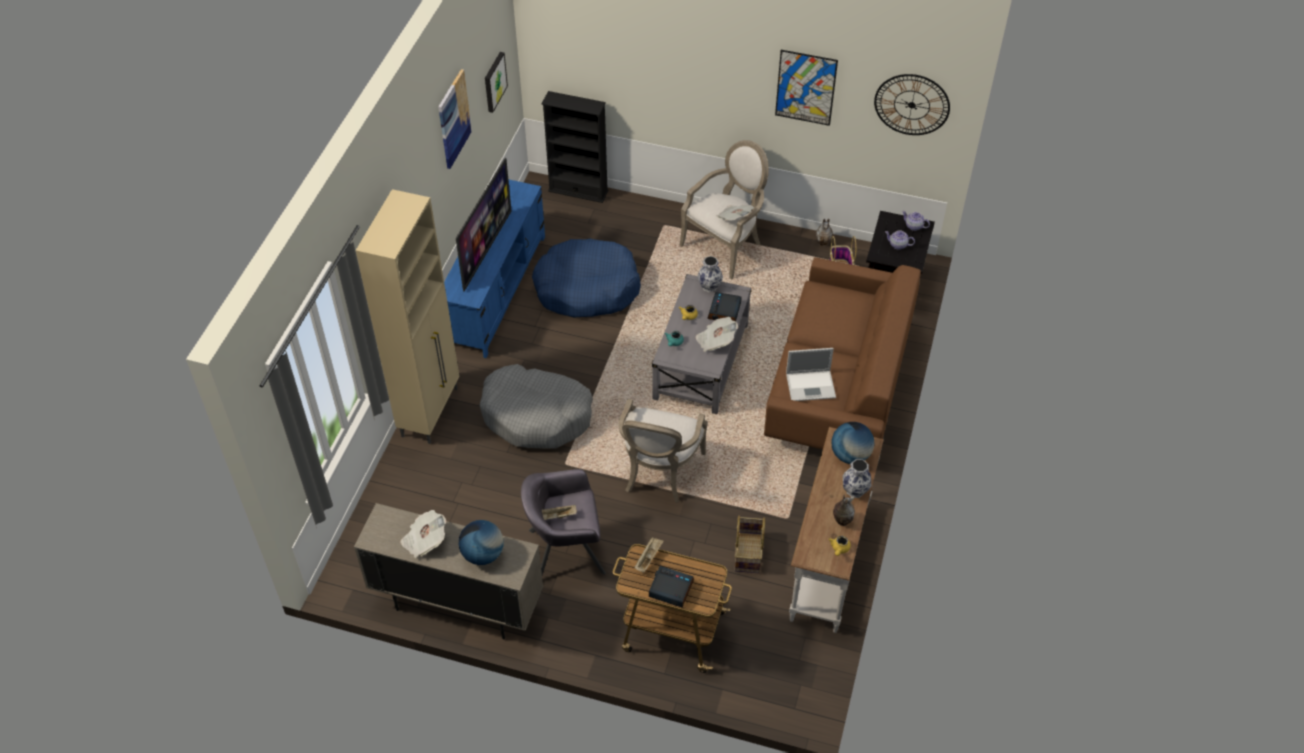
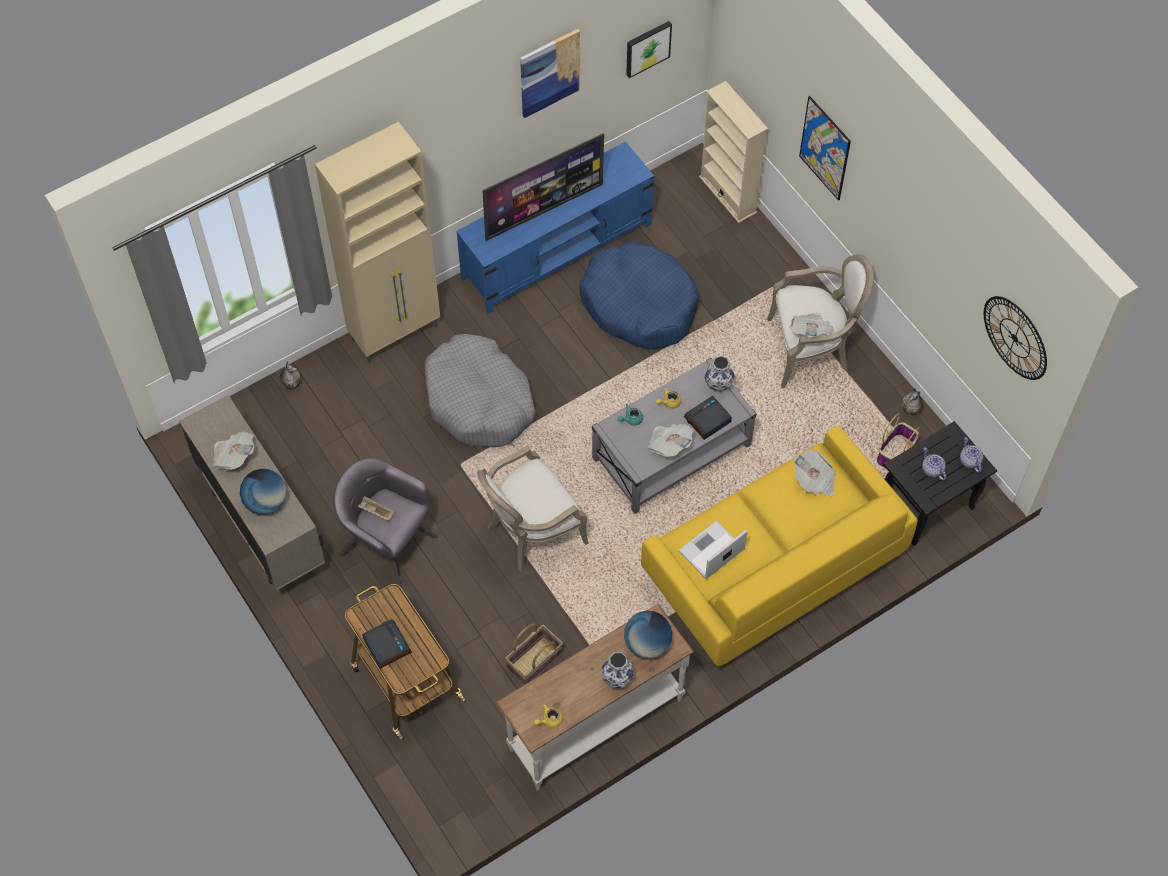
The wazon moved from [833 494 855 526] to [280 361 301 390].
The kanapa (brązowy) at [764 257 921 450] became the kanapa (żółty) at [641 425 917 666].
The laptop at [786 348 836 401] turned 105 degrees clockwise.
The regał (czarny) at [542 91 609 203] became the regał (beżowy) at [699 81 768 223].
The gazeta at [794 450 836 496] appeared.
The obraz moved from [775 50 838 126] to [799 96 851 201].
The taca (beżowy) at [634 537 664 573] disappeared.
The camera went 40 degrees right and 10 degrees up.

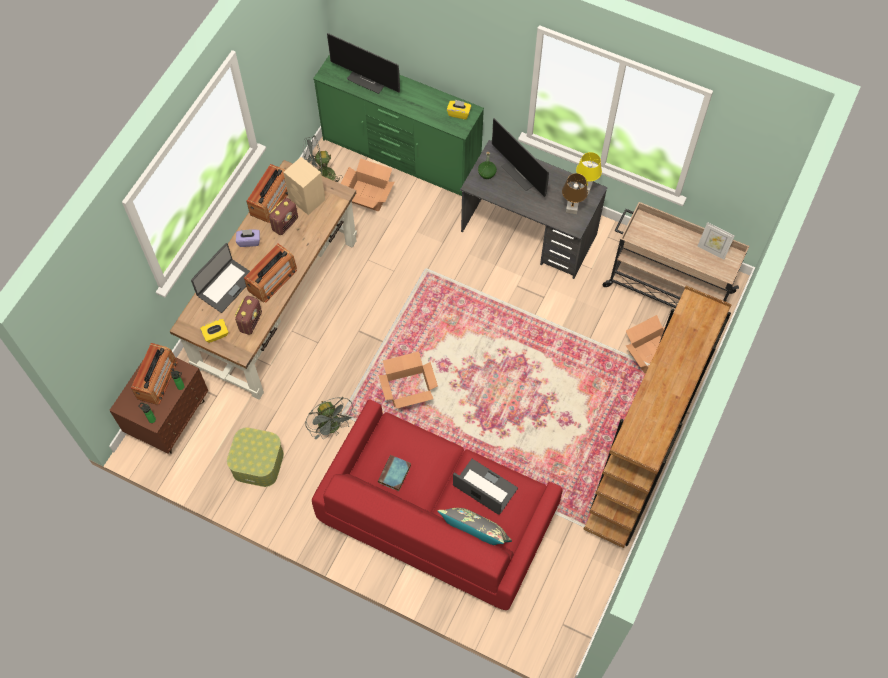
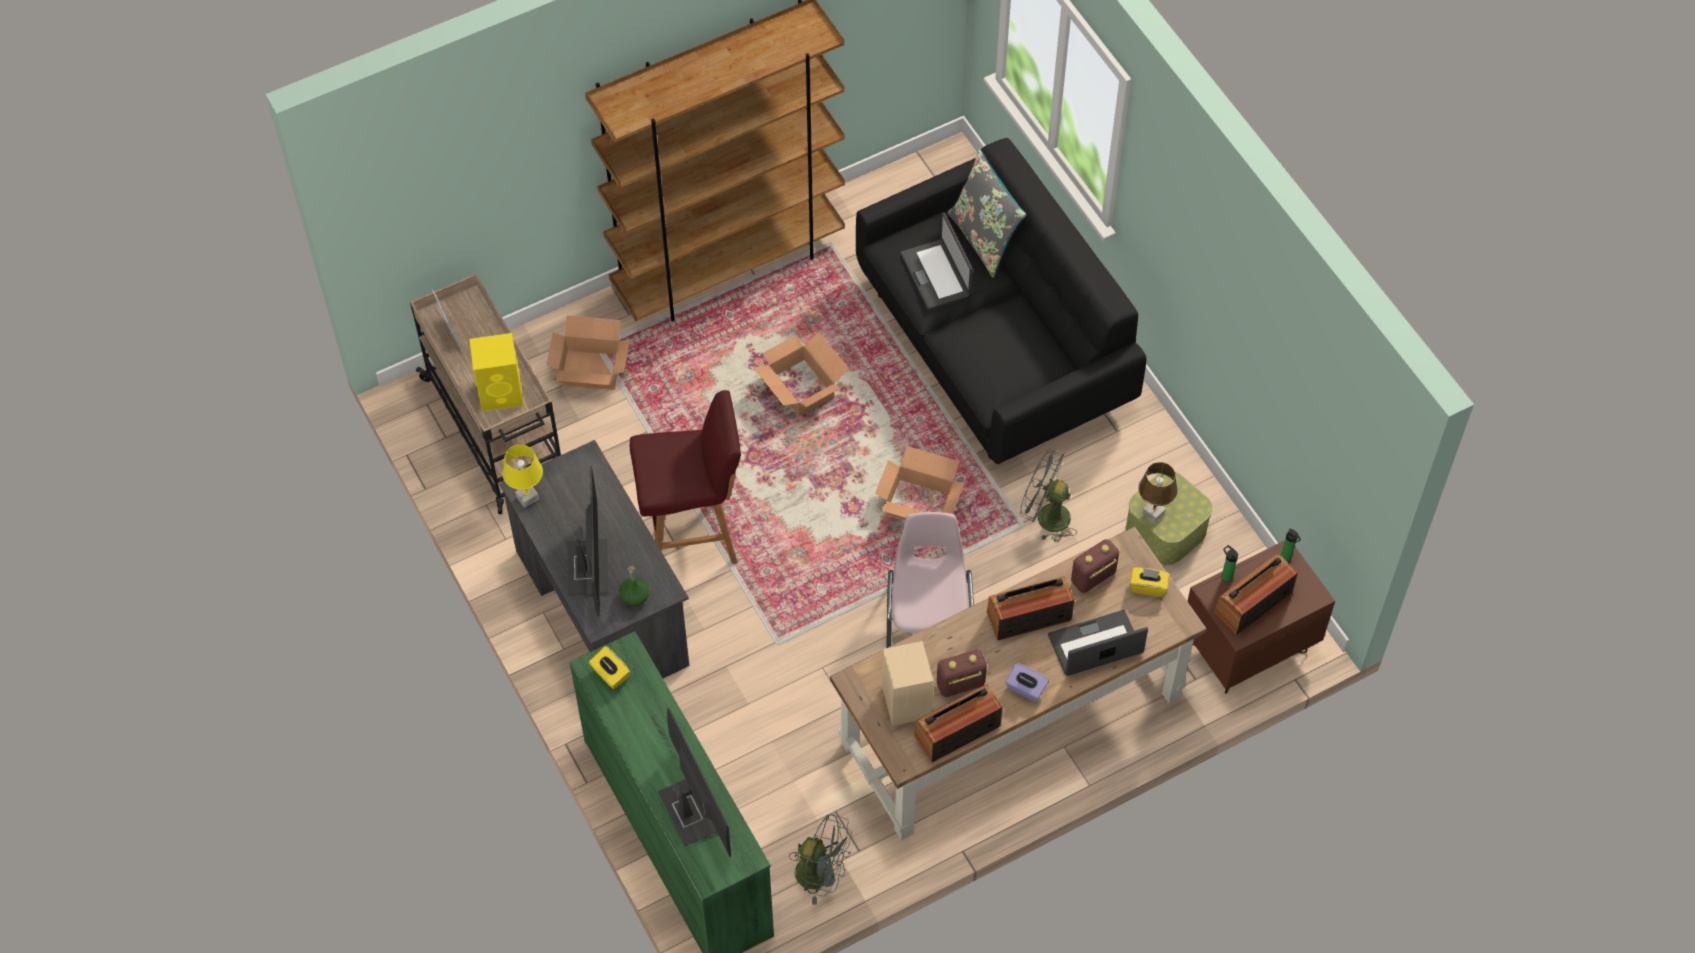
The głośnik (żółty) at [469 333 524 411] appeared.
The stołek (czerwony) at [630 390 741 564] appeared.
The karton moved from [341 158 395 212] to [753 332 849 417].
The kanapa (czerwony) at [312 399 562 610] became the kanapa (czarny) at [856 138 1146 464].
The krzesło (różowy) at [887 512 974 648] appeared.
The wentylator (szary) at [305 397 356 440] turned 75 degrees counterclockwise.
The lampa stołowa (brązowy) moved from [562 173 588 214] to [1139 462 1178 523].
The książka at [378 455 411 491] disappeared.
The camera went 145 degrees left and 5 degrees down.

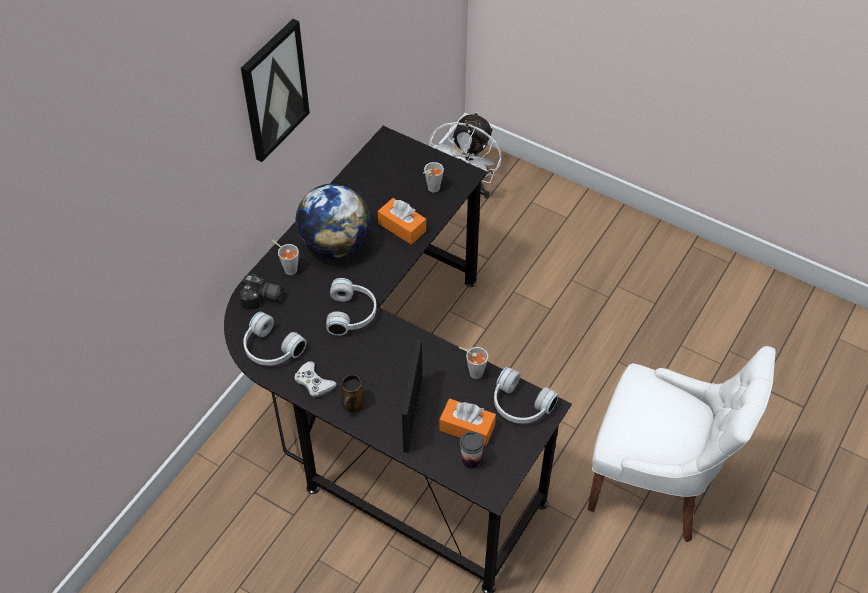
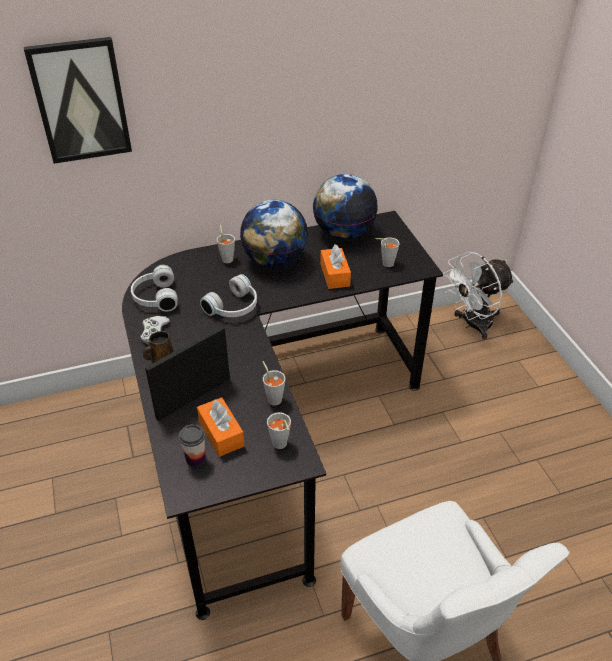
The obraz moved from [241 19 310 162] to [24 37 132 164].
The słuchawki (biały) at [494 367 559 424] was replaced by the filiżanka (szary) at [267 412 291 449].
The globus at [313 174 378 240] appeared.
The aparat fotograficzny at [239 274 284 310] disappeared.
The camera went 40 degrees right and 10 degrees down.

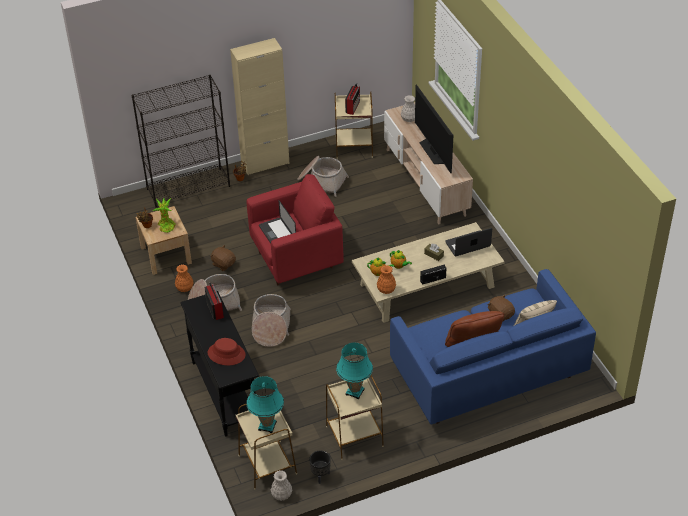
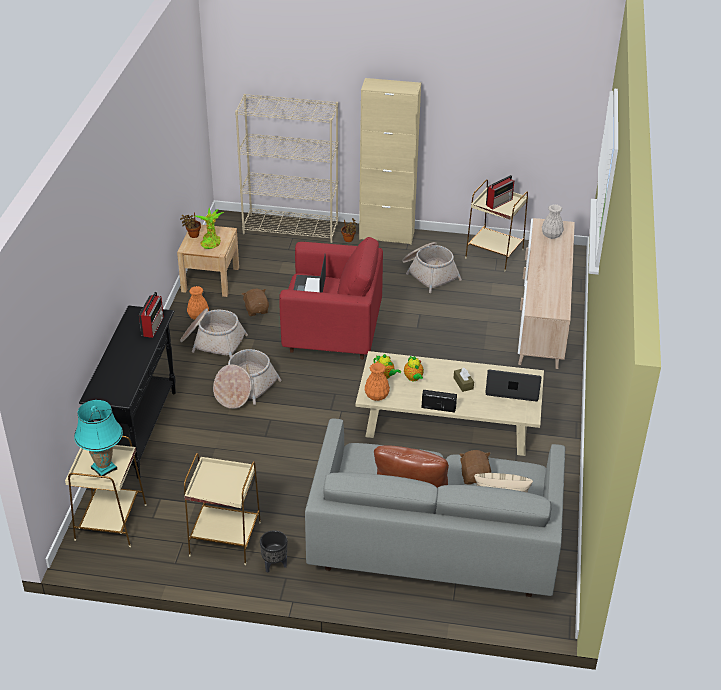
The regał (czarny) at [131 75 230 207] became the regał (beżowy) at [235 94 338 243].
The donica (czarny) moved from [309 451 331 484] to [260 530 287 573].
The kanapa (niebieski) at [390 269 596 424] became the kanapa (szary) at [305 418 565 597].
The kapelusz (czerwony) at [208 338 246 365] disappeared.
The wazon (biały) at [271 470 292 501] disappeared.
The lampa stołowa (turkusowy) at [336 343 373 399] disappeared.
The telewizor at [415 84 453 173] disappeared.
The camera went 30 degrees right and 5 degrees down.

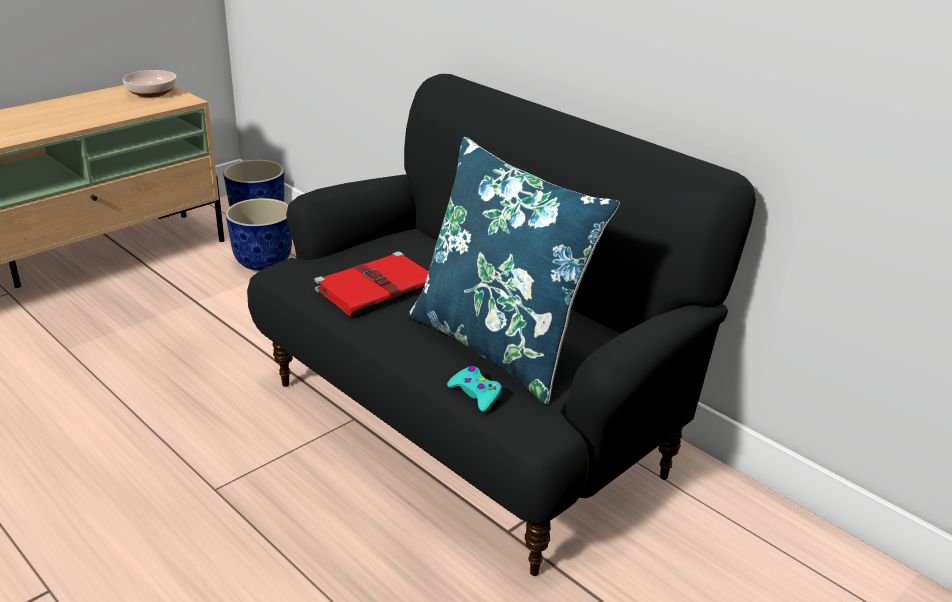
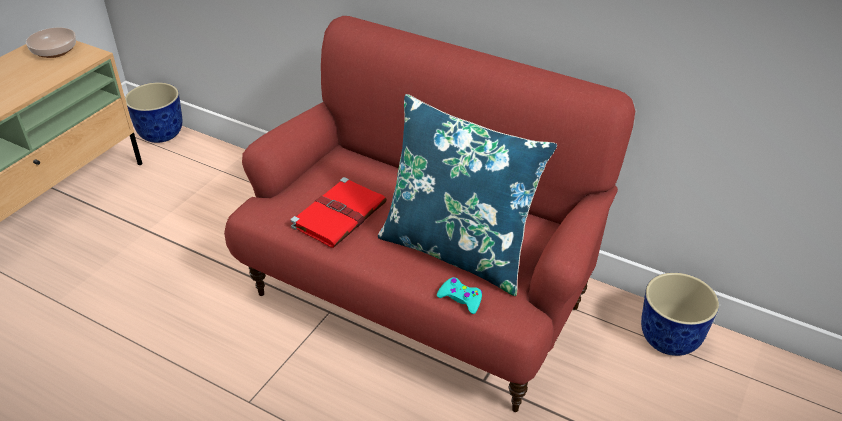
The kanapa (czarny) at [247 74 756 576] became the kanapa (czerwony) at [224 16 635 412].
The donica moved from [225 198 292 271] to [641 273 719 356].
The camera went 15 degrees left and 10 degrees up.

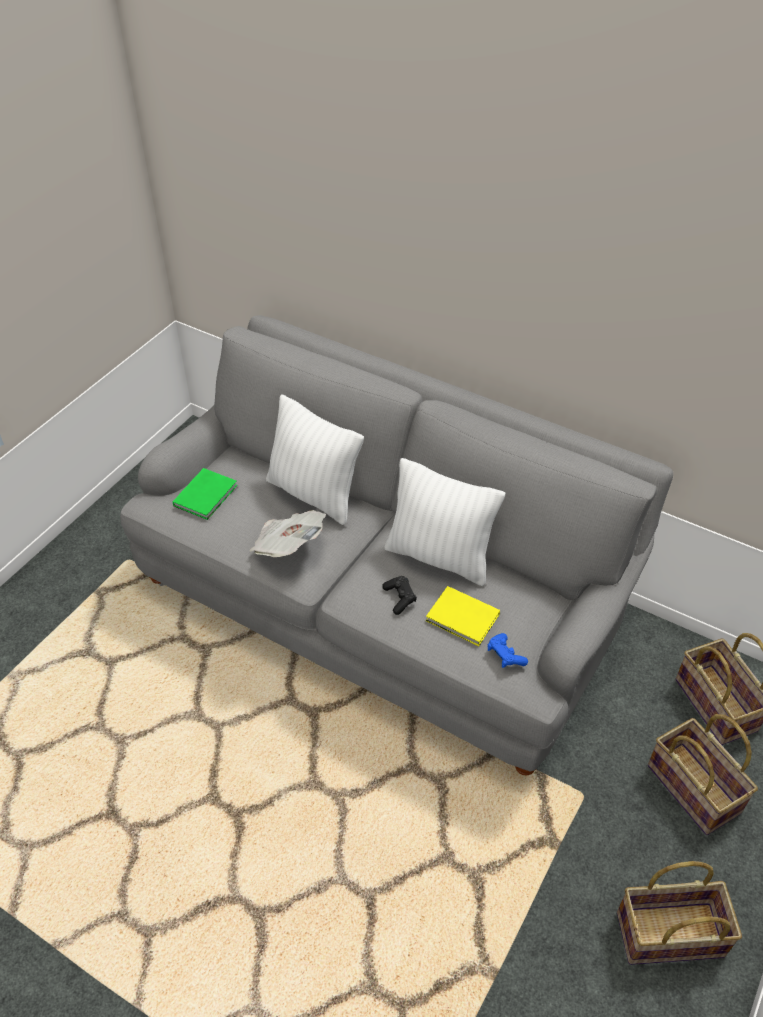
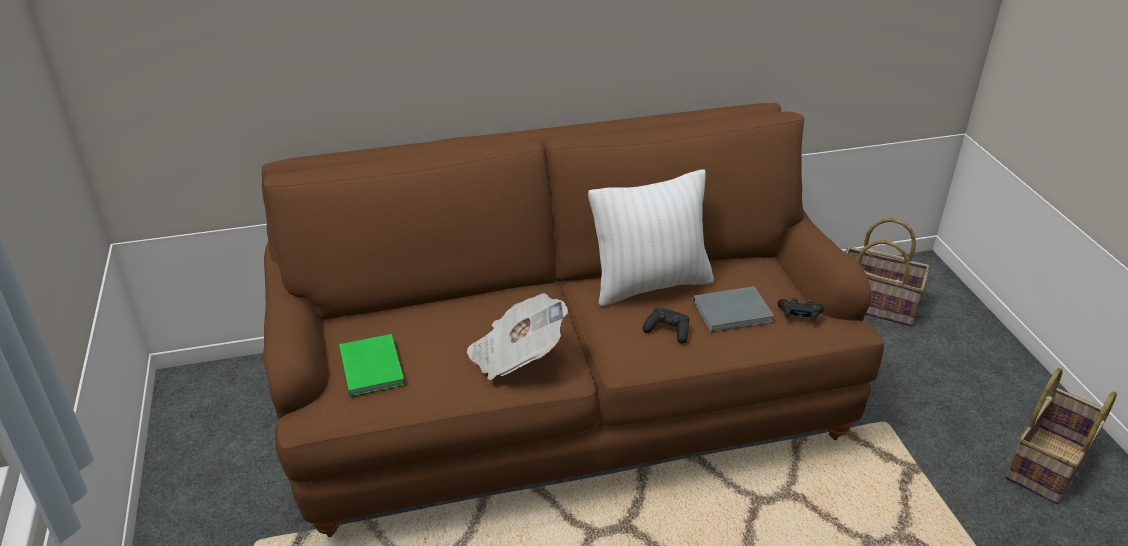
The kanapa (szary) at [120 315 673 775] became the kanapa (brązowy) at [262 103 884 537].
The książka (żółty) at [426 586 500 646] became the książka (szary) at [693 286 774 333].
The pad do gier (niebieski) at [488 633 528 668] became the pad do gier (czarny) at [777 297 824 322].
The poduszka (biały) at [266 394 364 525] disappeared.
The koszyk at [648 714 758 835] disappeared.
The camera went 45 degrees left and 10 degrees down.

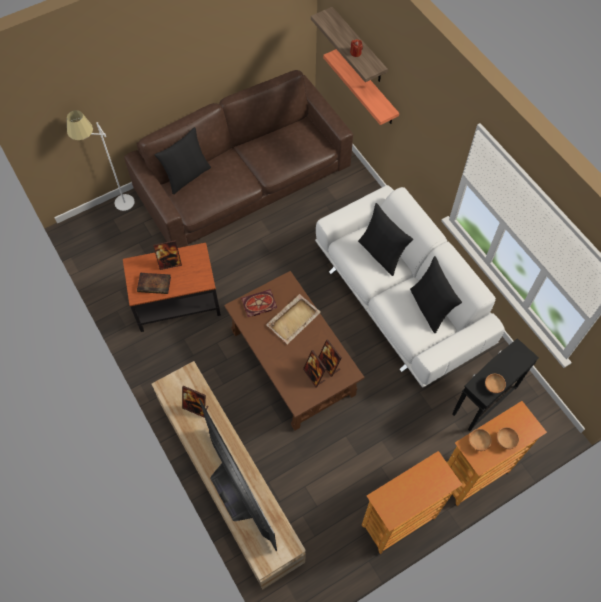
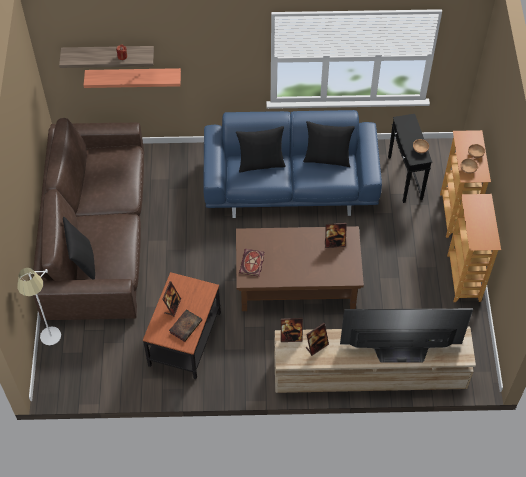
The kanapa (biały) at [315 185 505 388] became the kanapa (niebieski) at [203 110 382 218].
The ramka na zdjęcie moved from [303 350 326 388] to [281 318 303 342].
The taca (beżowy) at [266 294 321 344] disappeared.
The camera went 60 degrees left and 5 degrees down.

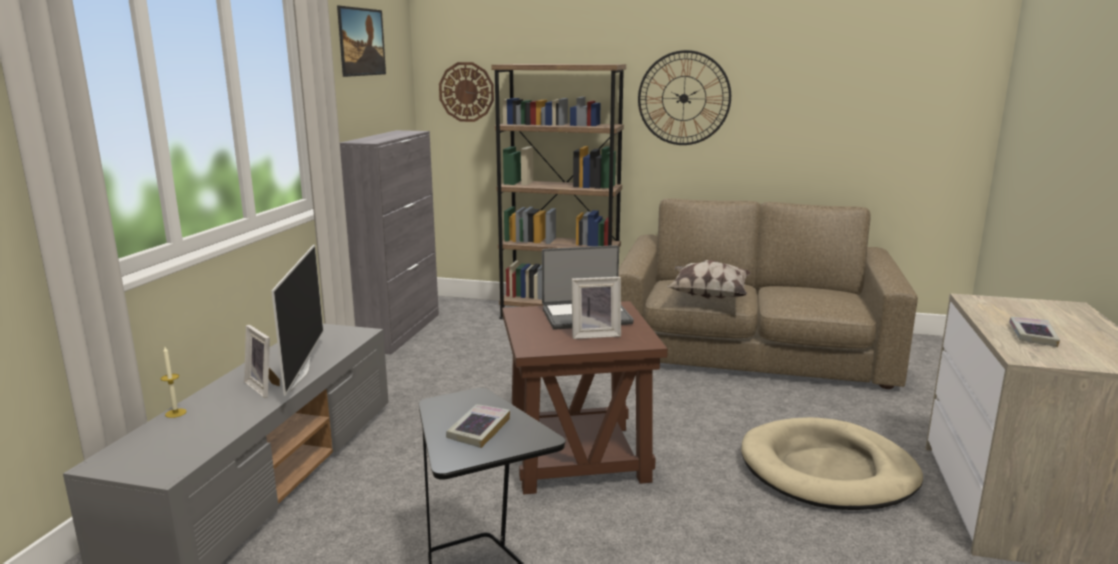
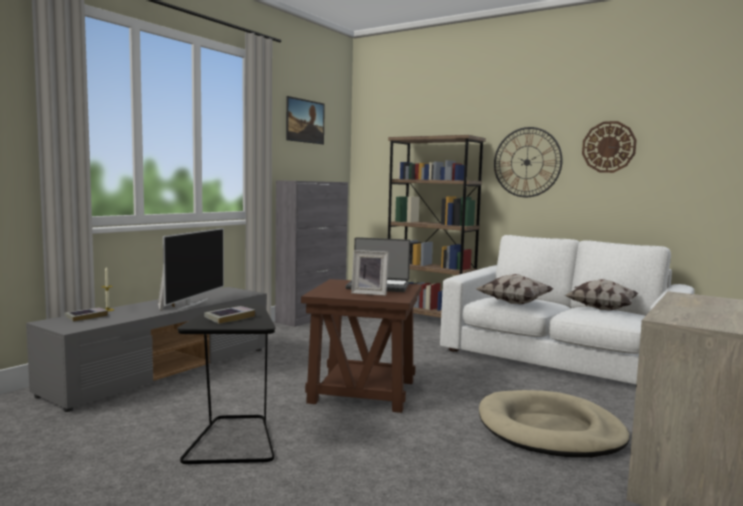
The książka moved from [1009 317 1060 347] to [65 307 108 322].
The kanapa (brązowy) at [618 198 918 389] became the kanapa (biały) at [440 235 694 384].
The poduszka at [564 279 638 311] appeared.
The zegar ścienny moved from [439 62 494 122] to [582 121 637 173].
The camera went 20 degrees right and 10 degrees down.

